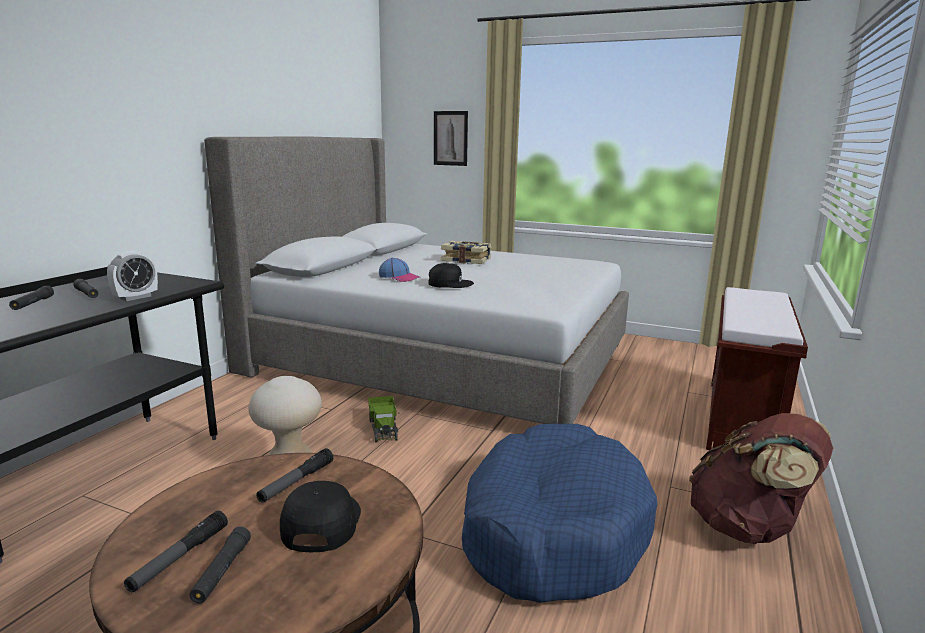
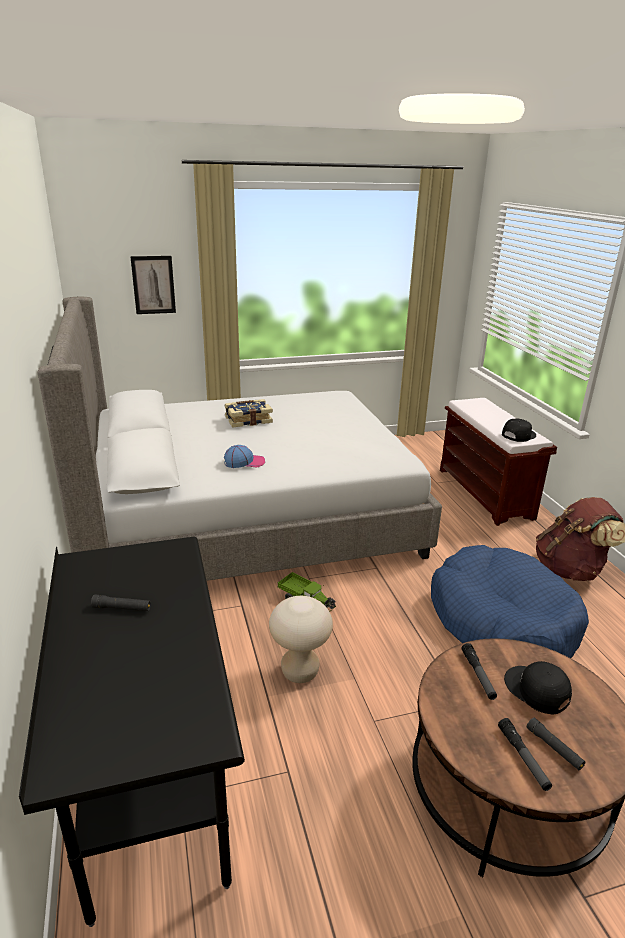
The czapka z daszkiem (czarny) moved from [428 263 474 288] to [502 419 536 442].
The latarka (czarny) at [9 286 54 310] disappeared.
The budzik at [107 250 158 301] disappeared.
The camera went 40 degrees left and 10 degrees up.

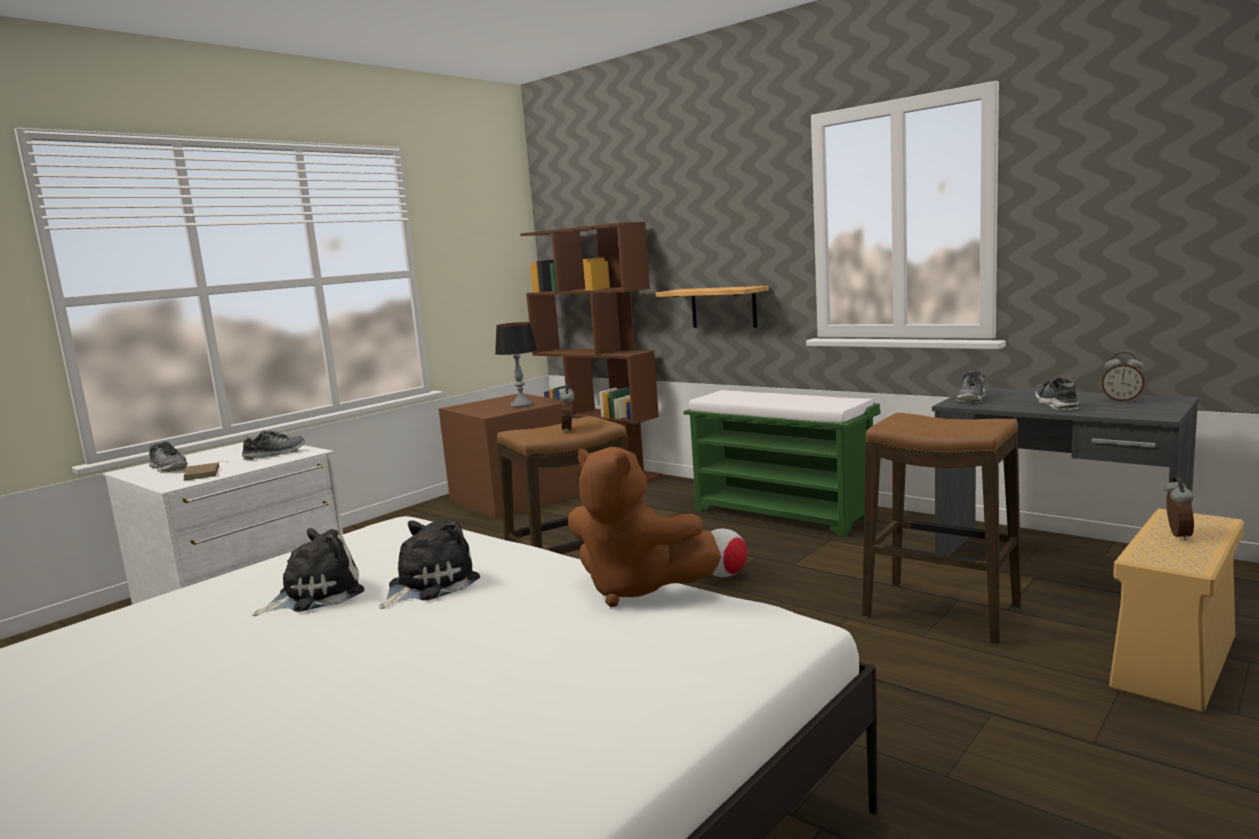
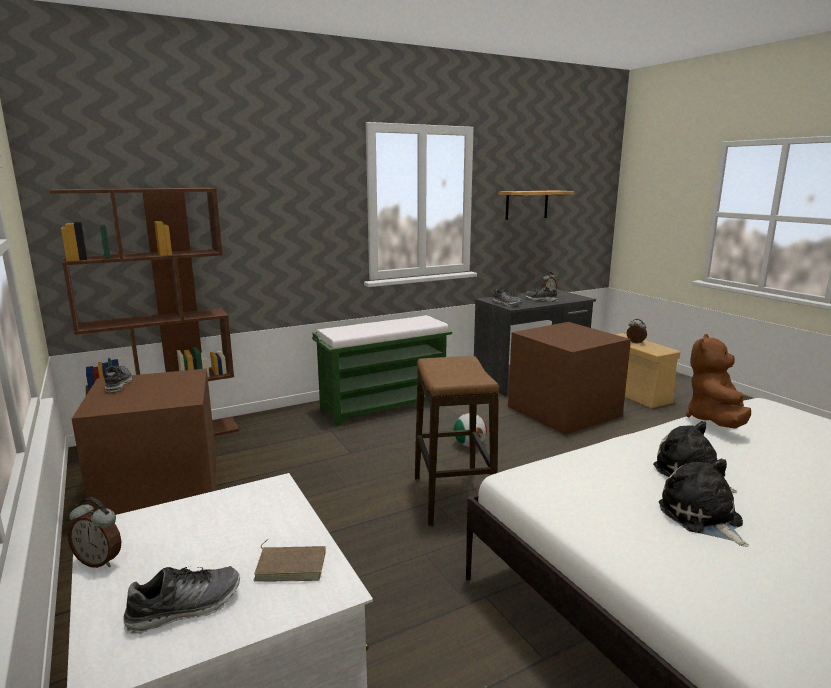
The budzik moved from [559 383 575 432] to [68 498 121 568].
The but moved from [242 431 305 460] to [104 365 132 392].
The półka moved from [656 286 769 328] to [498 190 575 220].
The stołek at [863 413 1021 644] was replaced by the pojemnik do przechowywania (brązowy) at [508 322 631 435].
The pluszak (brązowy) at [568 447 721 607] turned 150 degrees clockwise.
The lampa stołowa at [495 322 537 408] disappeared.
The camera went 70 degrees left and 5 degrees up.

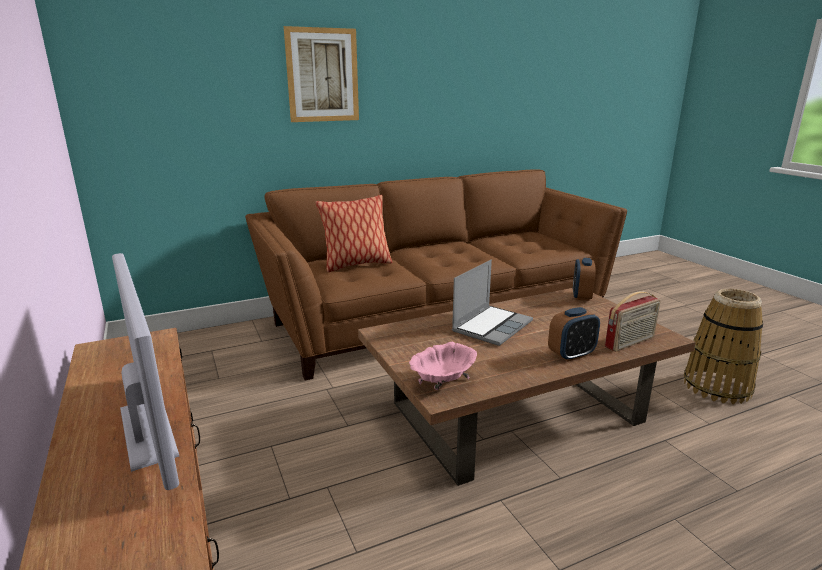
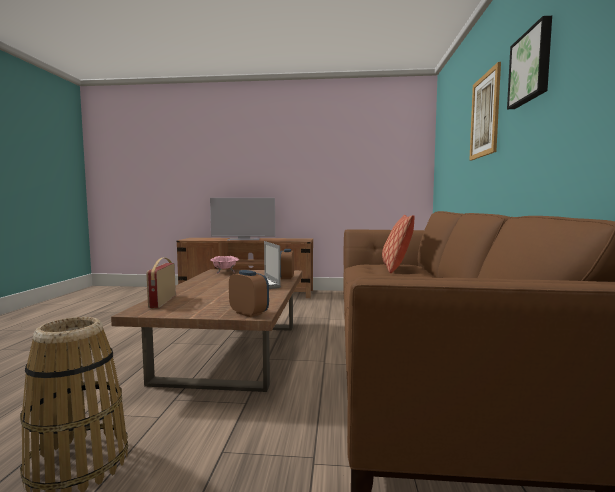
The budzik moved from [548 307 600 361] to [280 249 294 279].
The obraz at [507 16 552 109] appeared.
The camera went 120 degrees right and 15 degrees down.

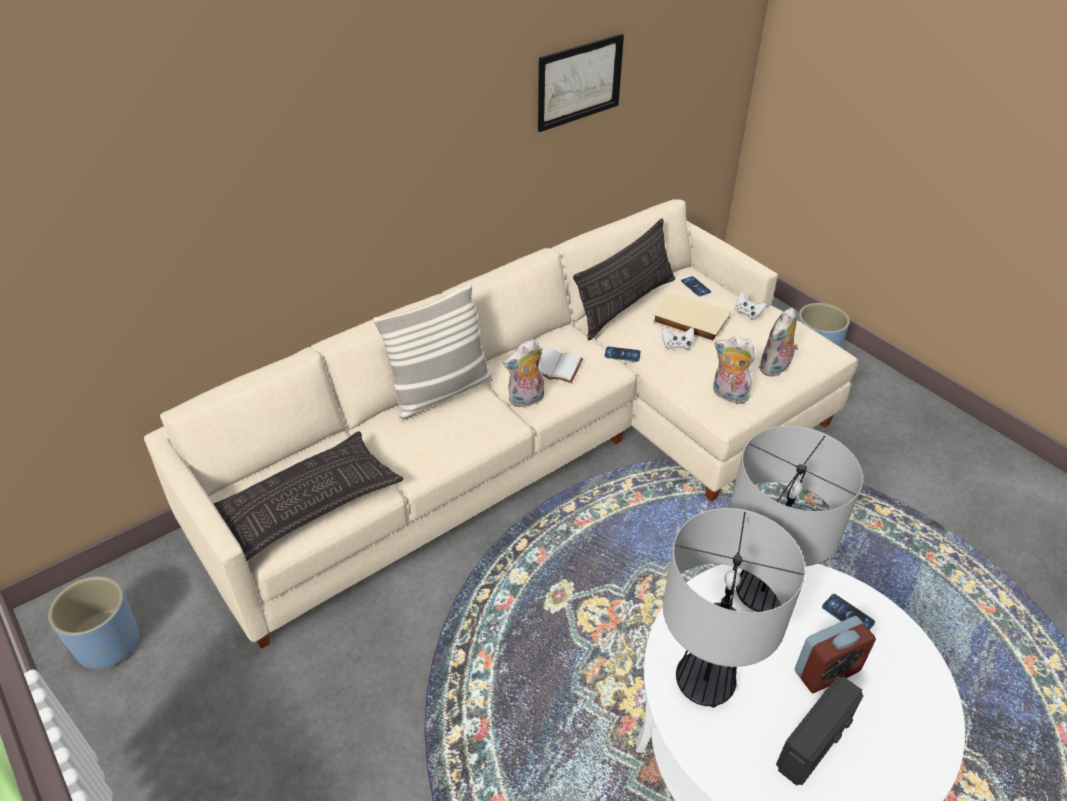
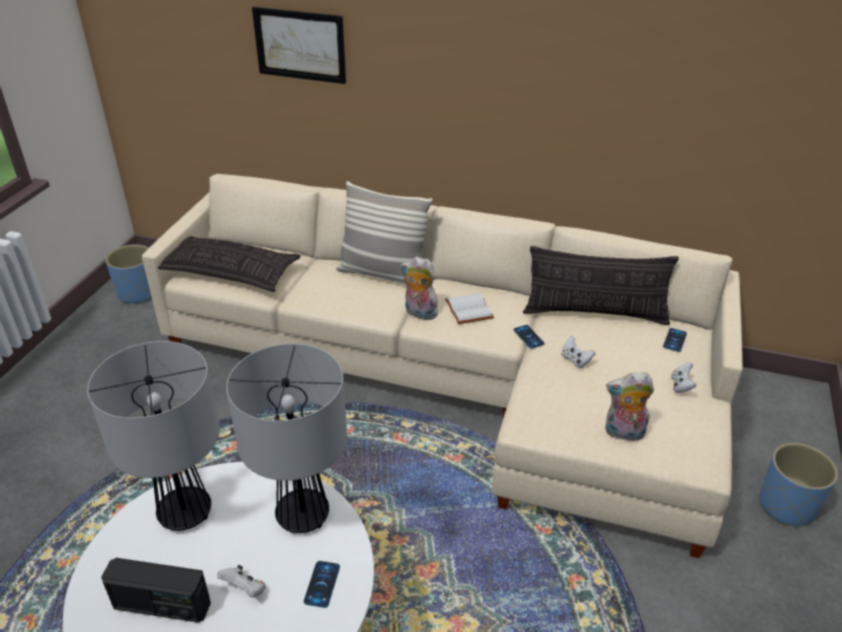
The budzik at [794 616 876 693] was replaced by the pad do gier (biały) at [217 565 266 598].
The obraz moved from [538 34 624 132] to [252 7 346 84].
The książka (beżowy) at [652 292 731 343] disappeared.
The pluszak at [713 336 756 404] disappeared.
The camera went 55 degrees right and 5 degrees down.

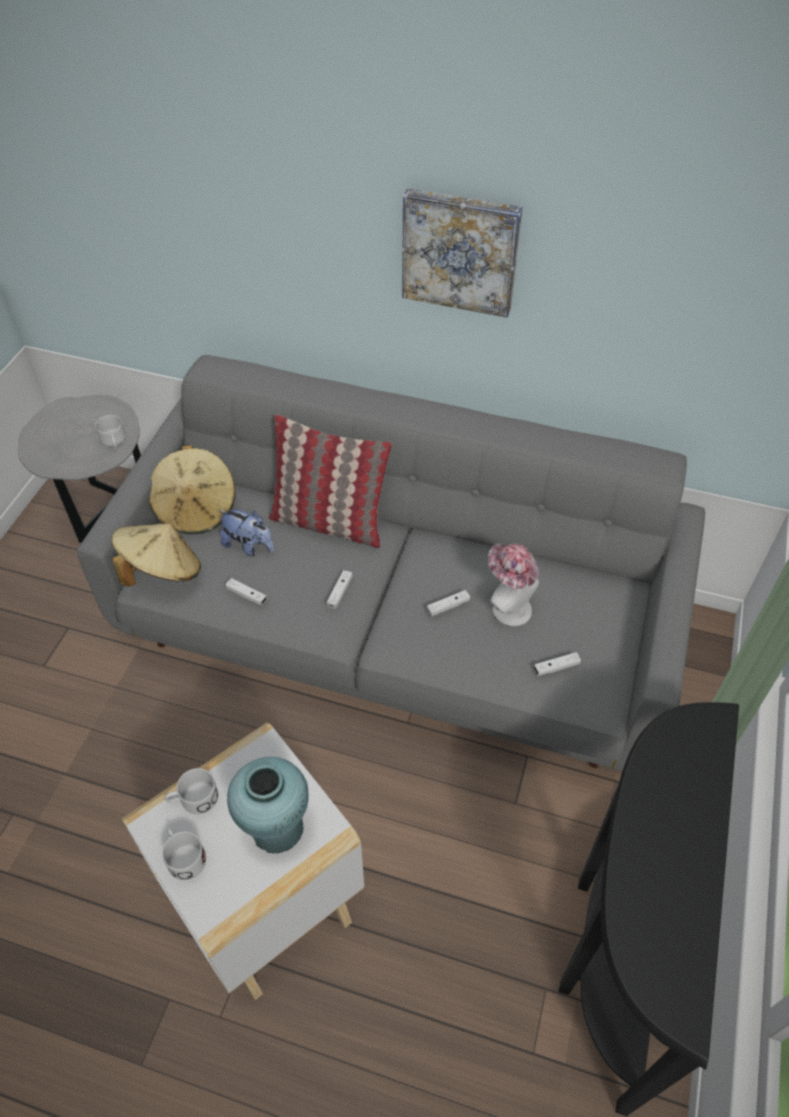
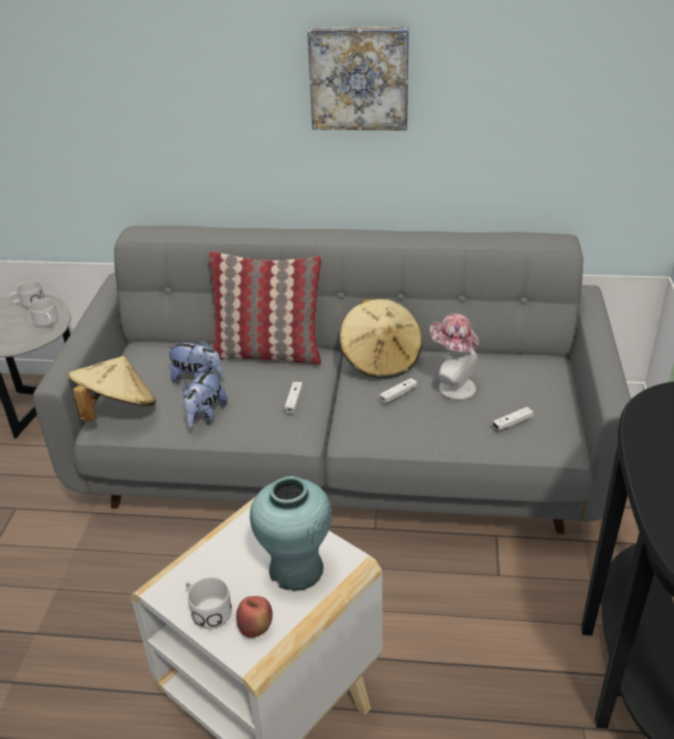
The kubek (biały) moved from [164 768 218 814] to [9 280 45 308].
The pad do gier (biały) at [225 578 267 605] was replaced by the pluszak at [183 368 228 428].
The jabłko at [236 596 273 638] appeared.
The kapelusz (beżowy) moved from [149 445 235 534] to [339 299 422 378].
The camera went 10 degrees left and 15 degrees down.

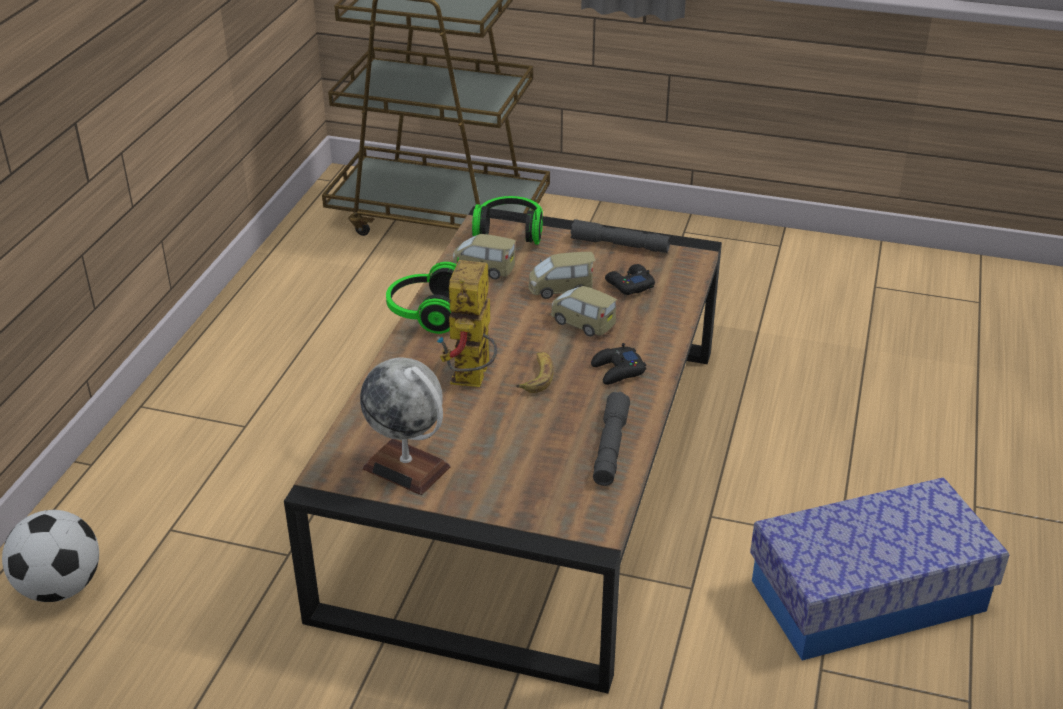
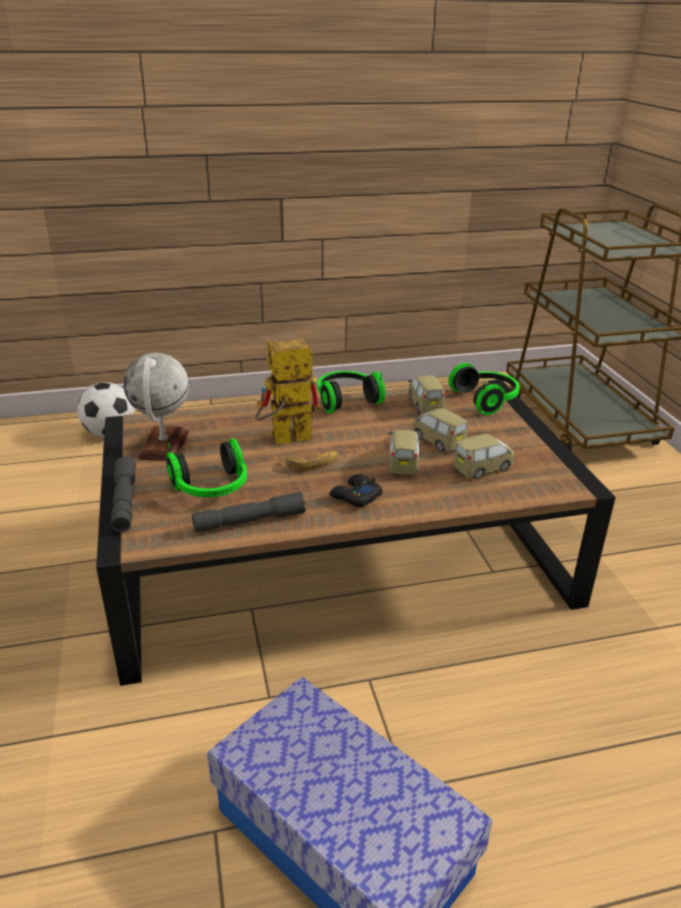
The latarka (szary) moved from [570 219 670 253] to [111 456 136 532].
The słuchawki at [166 438 247 497] appeared.
The pad do gier (czarny) at [605 264 655 295] was replaced by the samochodzik at [453 434 514 480].
The camera went 60 degrees right and 5 degrees down.

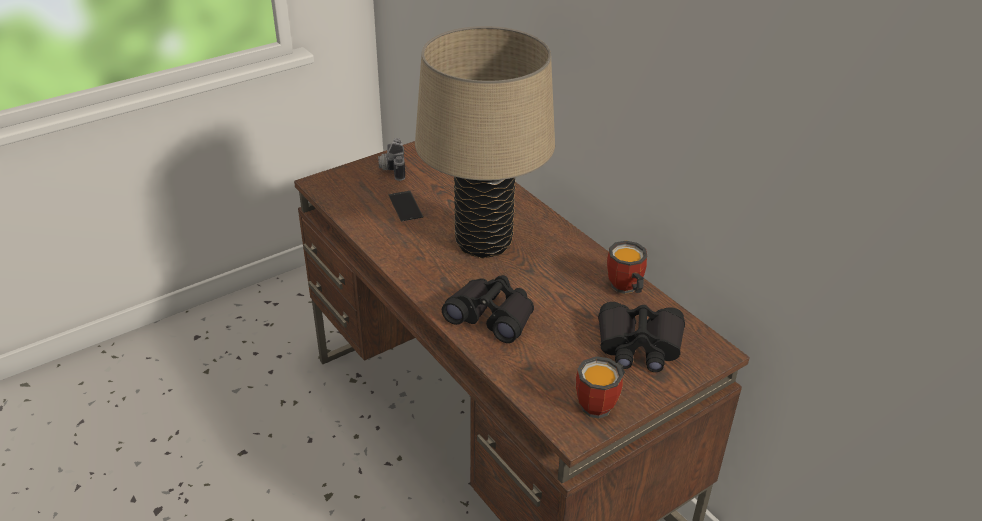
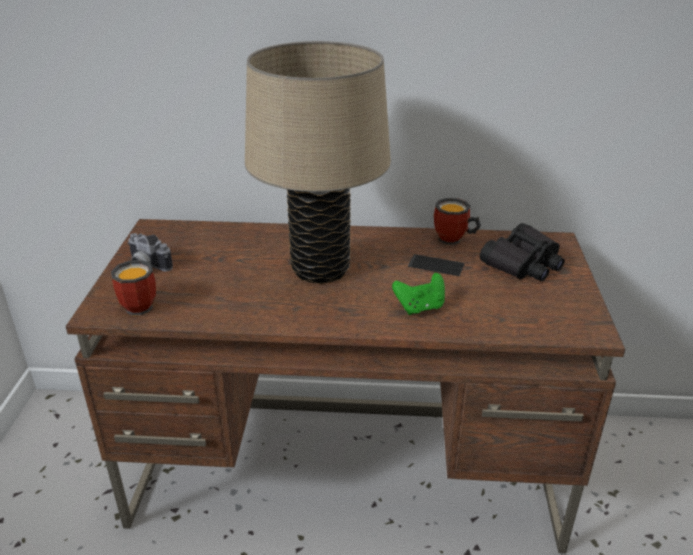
The kubek moved from [576 356 625 419] to [111 260 156 315].
The lornetka (czarny) at [442 275 534 343] was replaced by the pad do gier (zielony) at [392 273 445 315].
The telefon moved from [389 191 423 222] to [408 254 465 276].
The camera went 50 degrees left and 5 degrees down.

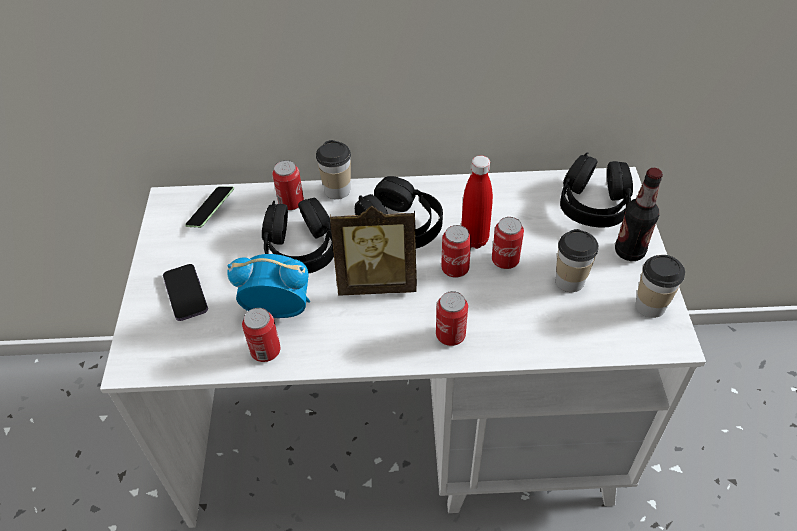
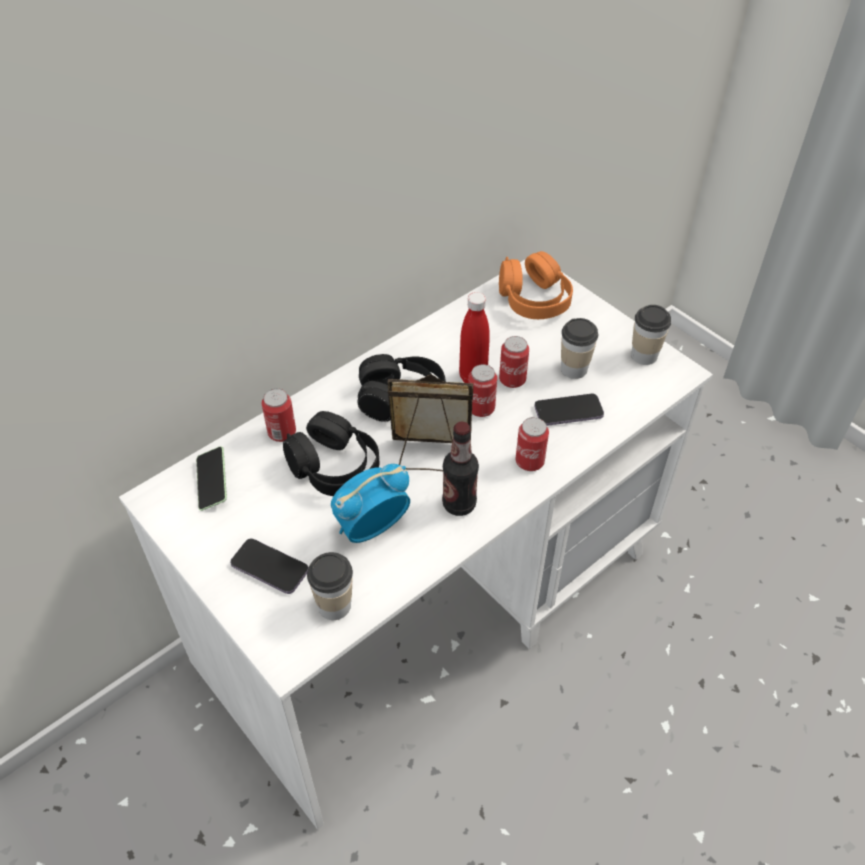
The filiżanka moved from [316 140 351 199] to [307 552 353 620].
The ramka na zdjęcie at [330 206 417 295] turned 135 degrees counterclockwise.
The butelka moved from [615 168 663 261] to [442 422 479 516].
The słuchawki (czarny) at [560 152 633 228] became the słuchawki (pomarańczowy) at [499 251 573 319].
The telefon at [534 394 604 426] appeared.
The puszka at [242 308 280 362] disappeared.
The camera went 40 degrees left and 0 degrees up.

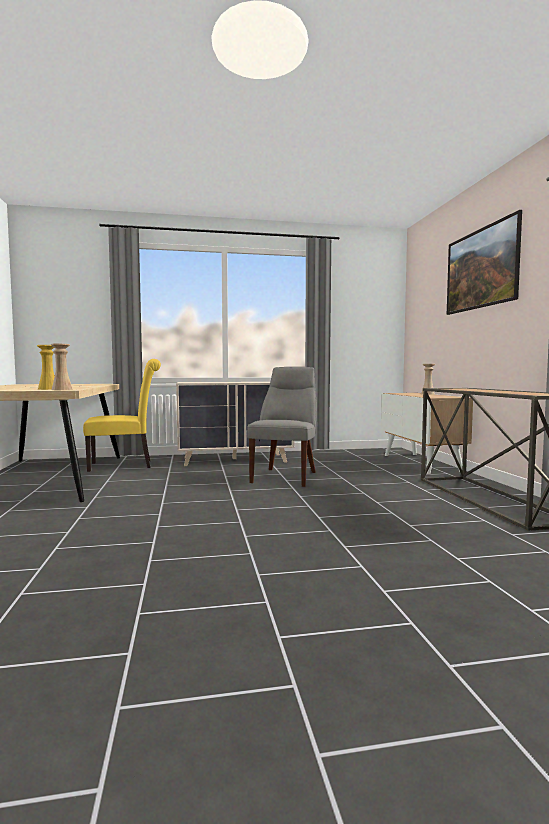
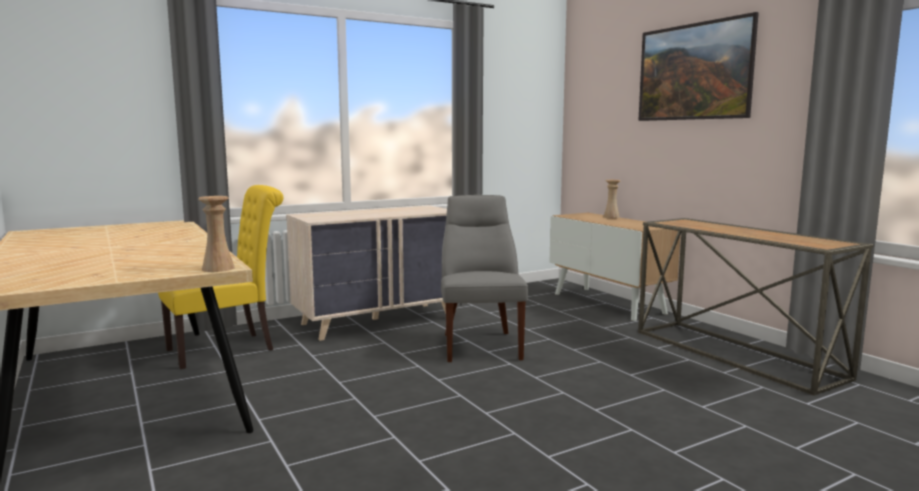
The wazon (żółty) at [37 345 55 390] disappeared.
The camera went 20 degrees left and 5 degrees up.

